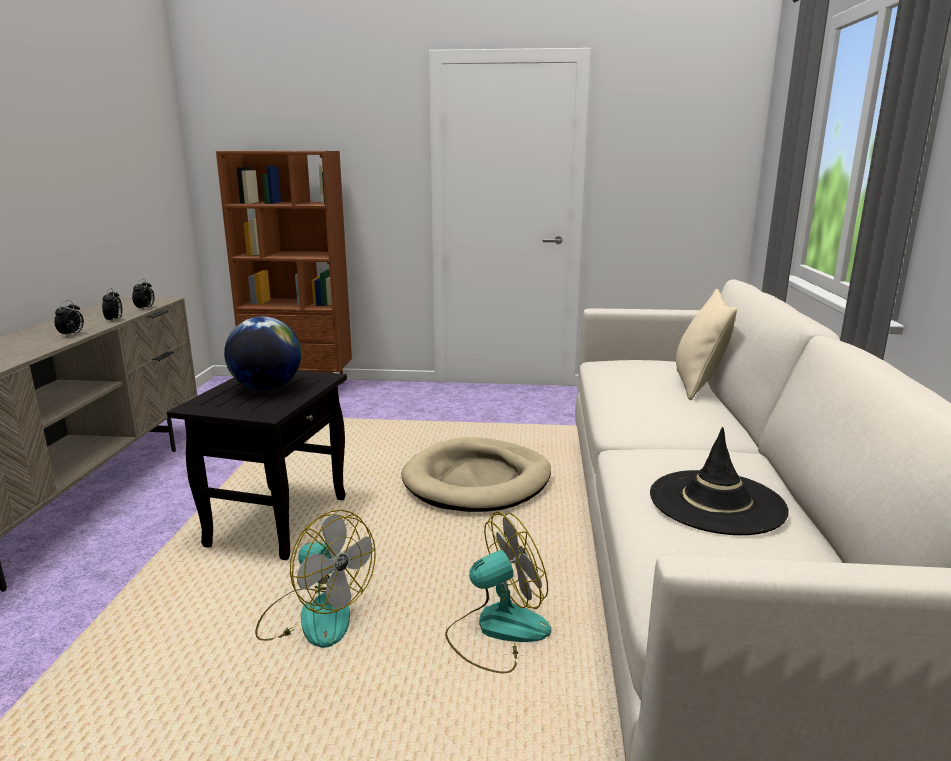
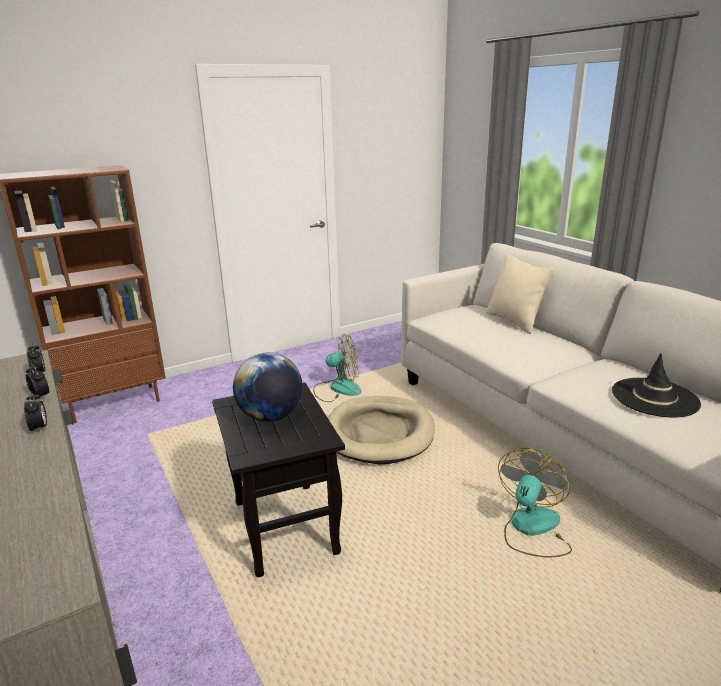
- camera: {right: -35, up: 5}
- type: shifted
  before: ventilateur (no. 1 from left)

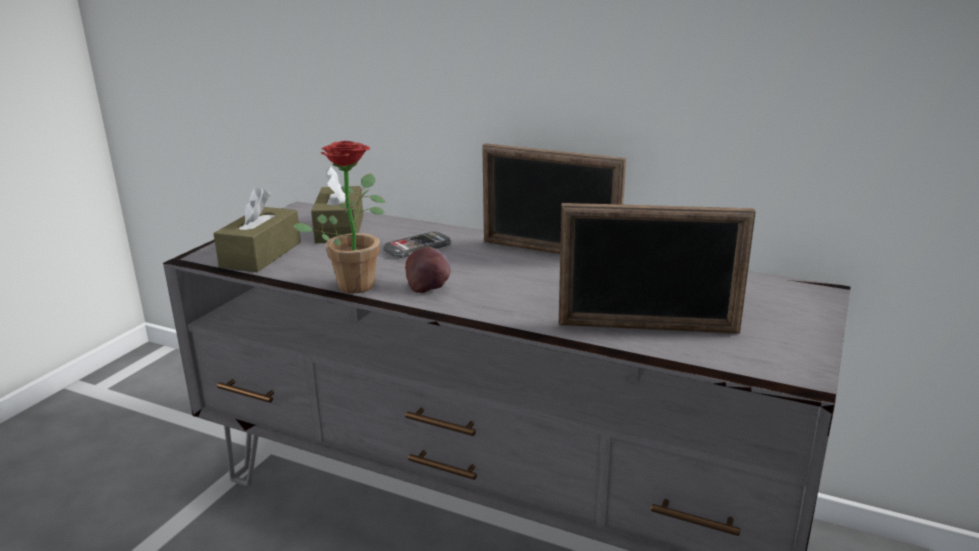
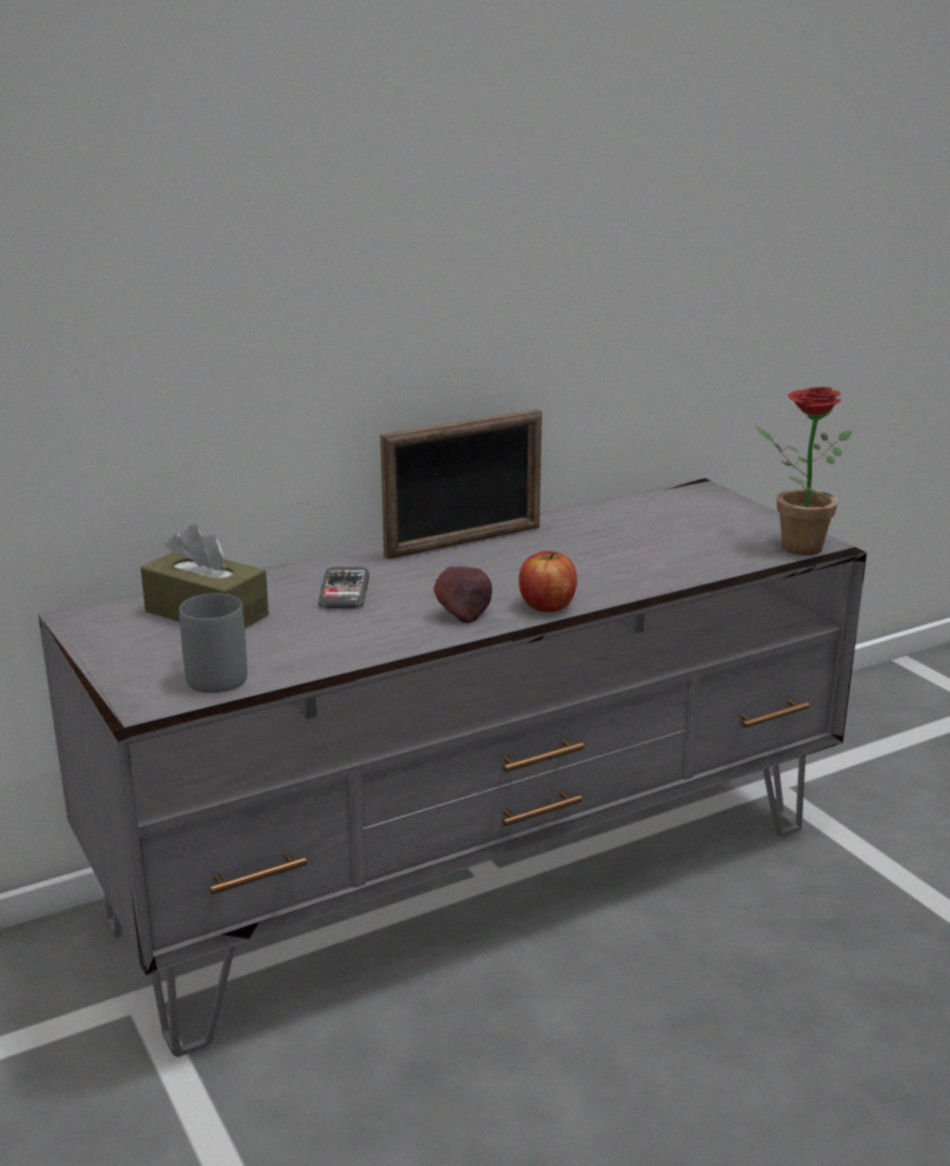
- camera: {right: -55, up: 0}
- type: gone
  before: cadre photo (no. 2 from left)
- type: new
  after: pomme (no. 2 from left)
- type: shifted
  before: plante en pot
- type: swapped
  before: boîte à mouchoirs (marron) (no. 1 from left)
  after: mug (gris)

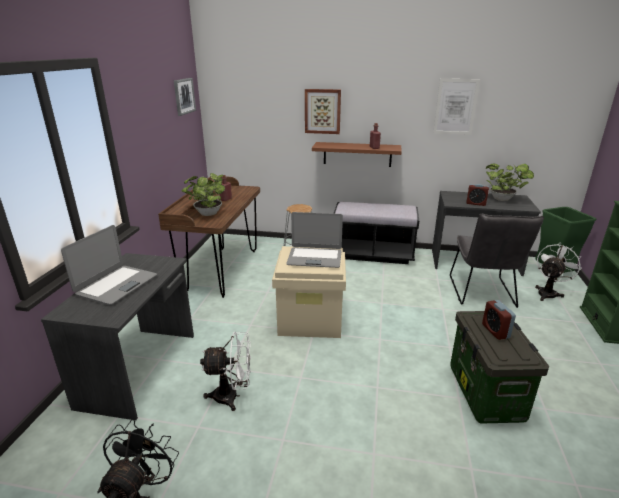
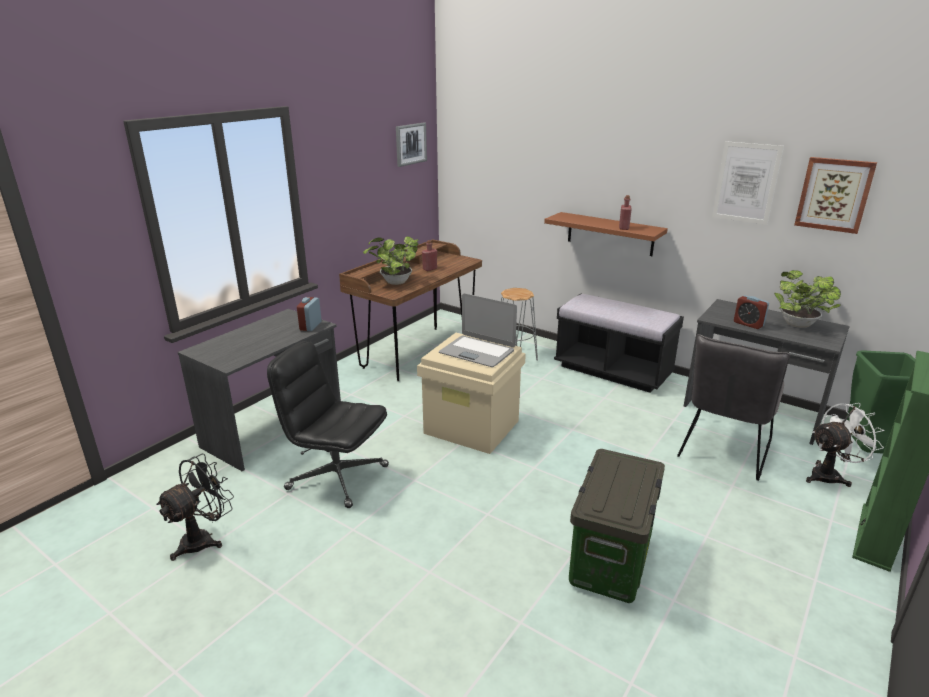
- camera: {right: 25, up: 0}
- type: gone
  before: ordinateur portable (no. 1 from left)
- type: shifted
  before: tableau (no. 2 from left in the first image)
  after: tableau (no. 3 from left)
- type: shifted
  before: réveil (no. 2 from left in the first image)
  after: réveil (no. 1 from left)
- type: swapped
  before: ventilateur (blanc) (no. 1 from left)
  after: chaise de bureau (noir)

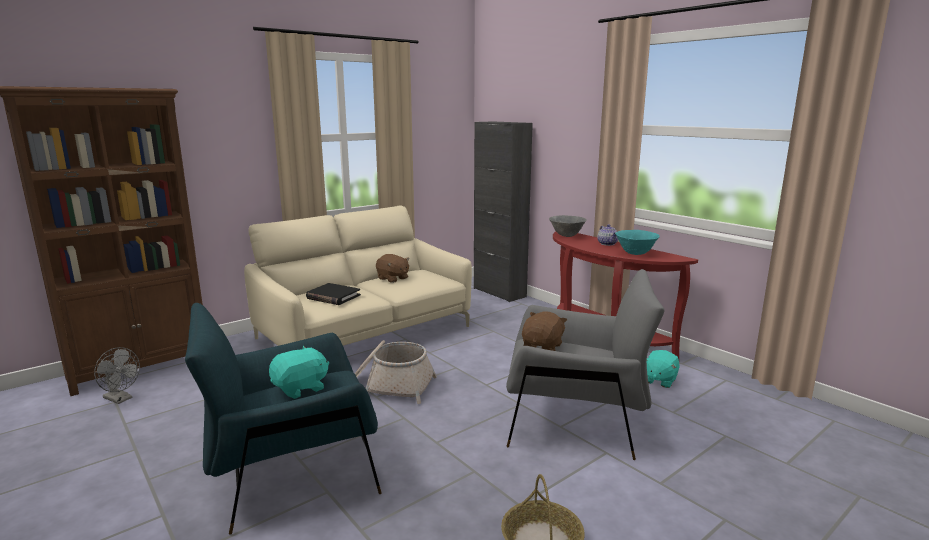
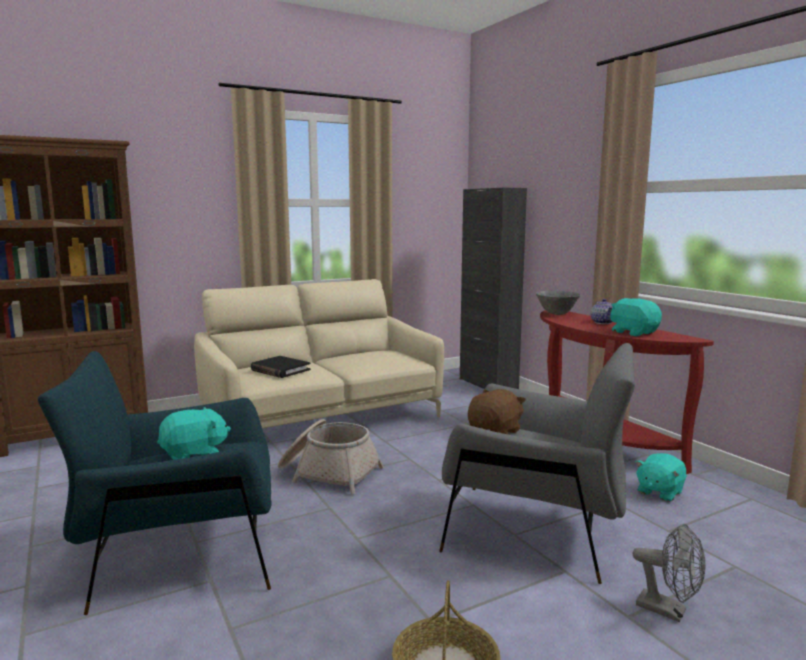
- camera: {right: 10, up: -5}
- type: gone
  before: peluche (marron) (no. 1 from left)
- type: shifted
  before: ventilateur (gris)
- type: swapped
  before: bol (turquoise)
  after: peluche (turquoise) (no. 2 from left)

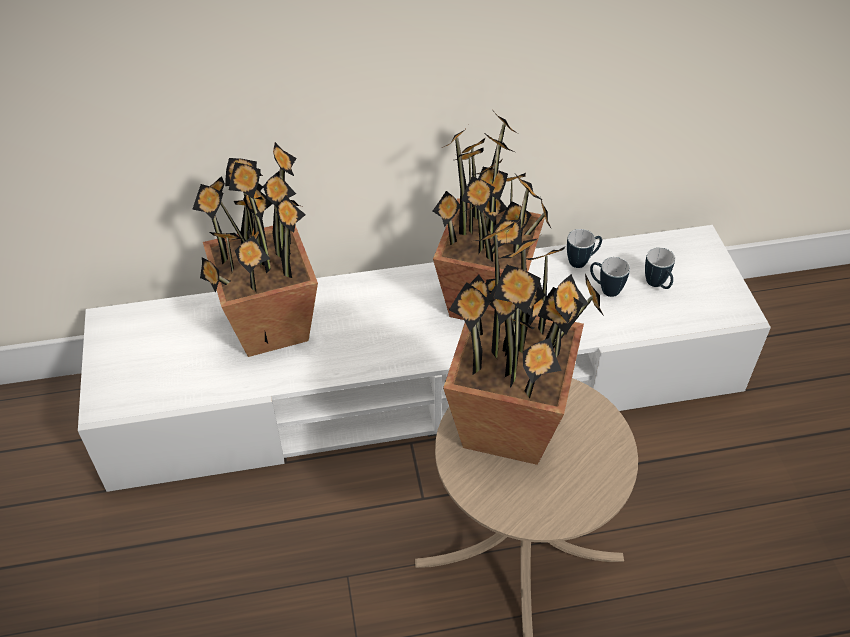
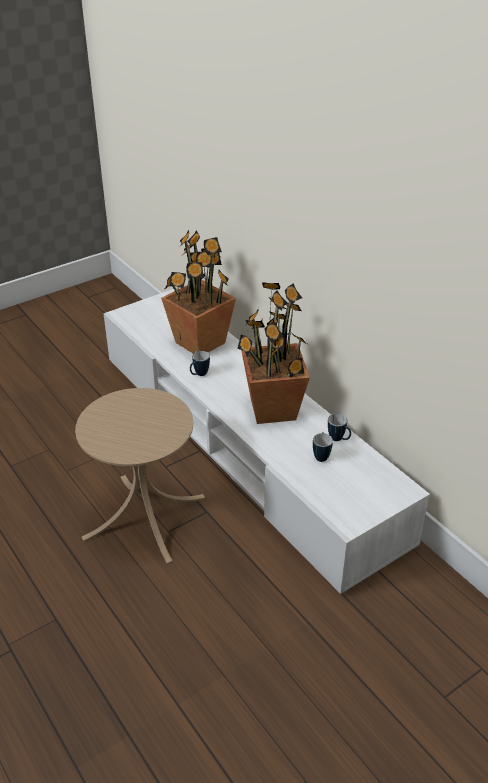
- camera: {right: 65, up: -10}
- type: gone
  before: plante en pot (no. 3 from left)
- type: shifted
  before: mug (no. 3 from left in the first image)
  after: mug (no. 1 from left)

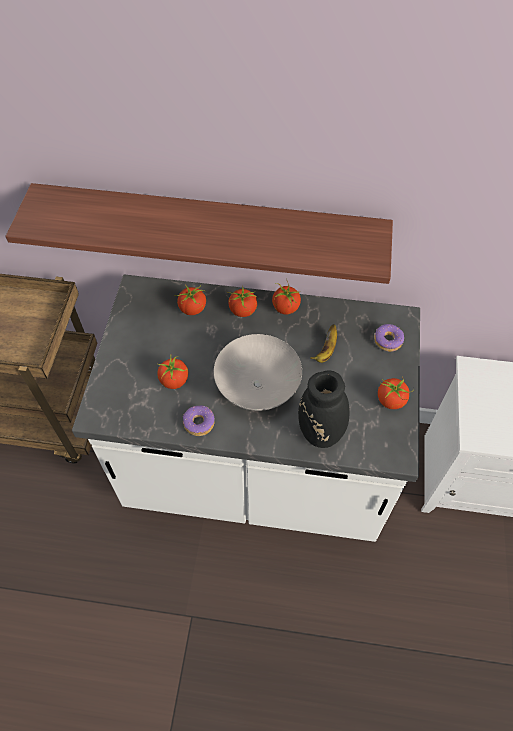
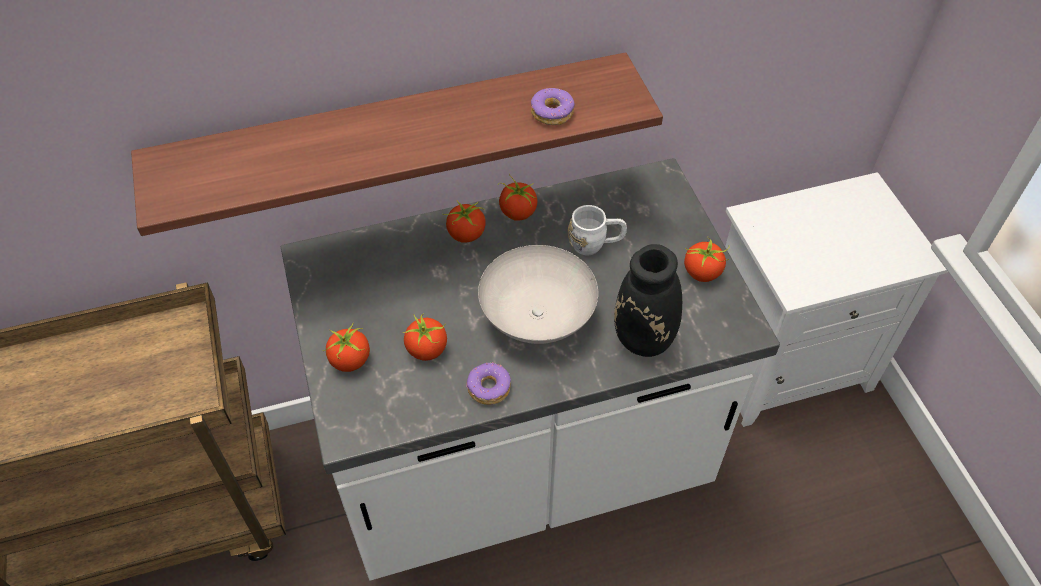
- camera: {right: -25, up: -5}
- type: shifted
  before: tomate (no. 2 from left in the first image)
  after: tomate (no. 1 from left)
- type: shifted
  before: beignet (no. 2 from left)
- type: swapped
  before: banane
  after: mug (blanc)

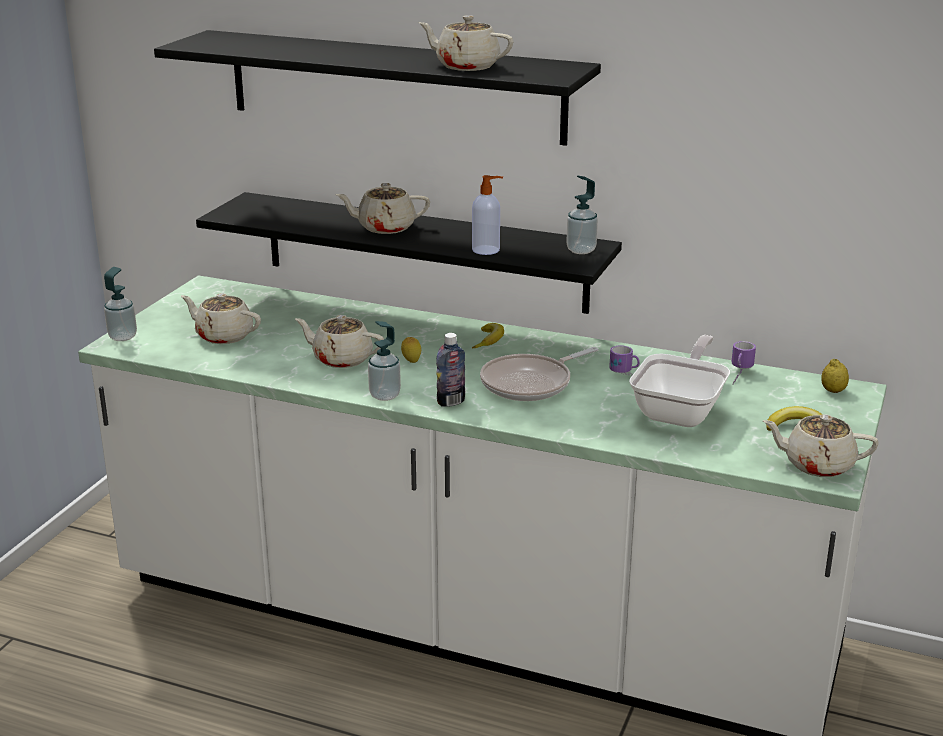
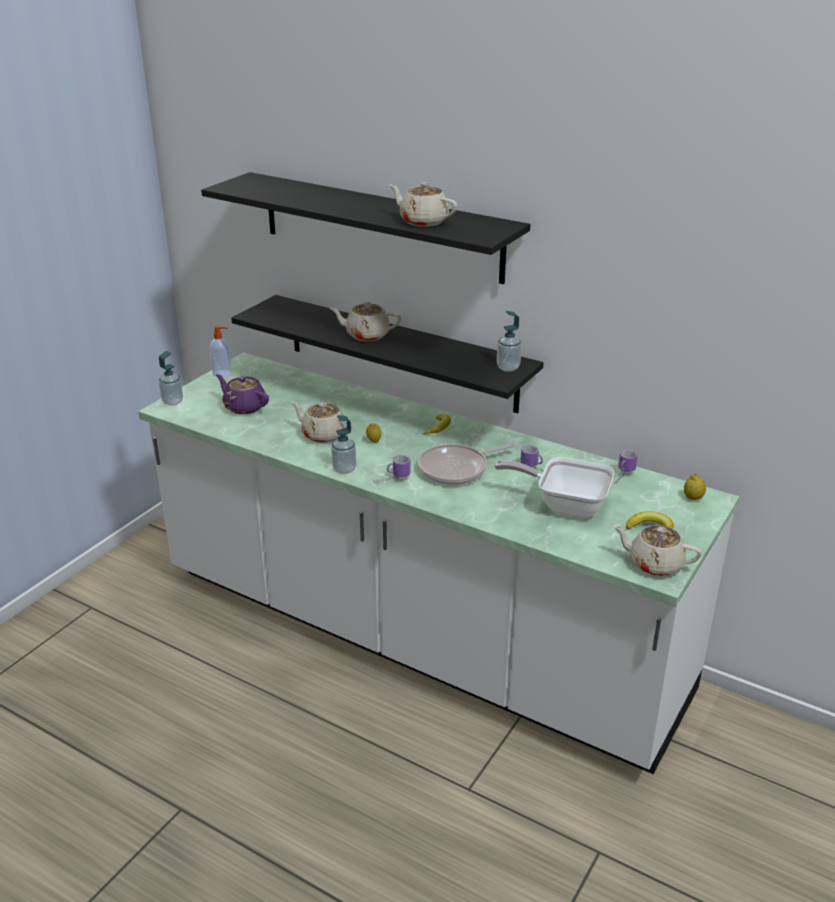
- camera: {right: 10, up: 5}
- type: shifted
  before: distributeur de savon (no. 3 from left in the first image)
  after: distributeur de savon (no. 2 from left)
- type: swapped
  before: bouteille
  after: mug (no. 1 from left)
- type: repainted
  before: théière (beige) (no. 1 from left)
  after: théière (violet)
- type: rotated
  before: poêle (no. 2 from left)
  turn: -105

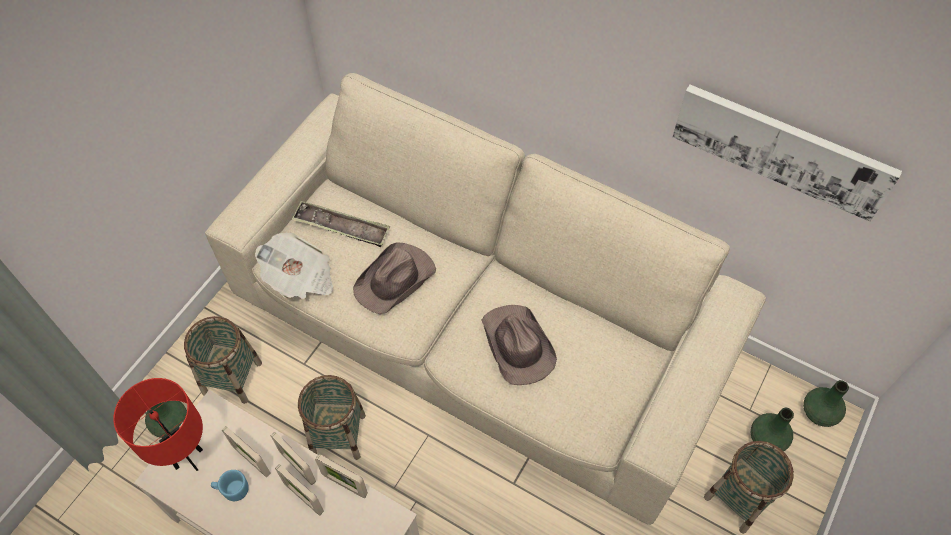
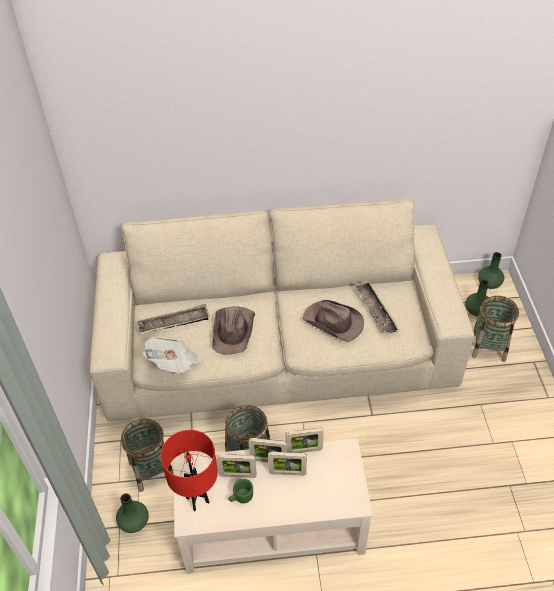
- camera: {right: -35, up: -10}
- type: gone
  before: tableau
- type: new
  after: plateau (no. 2 from left)
- type: repainted
  before: mug (bleu)
  after: mug (vert)

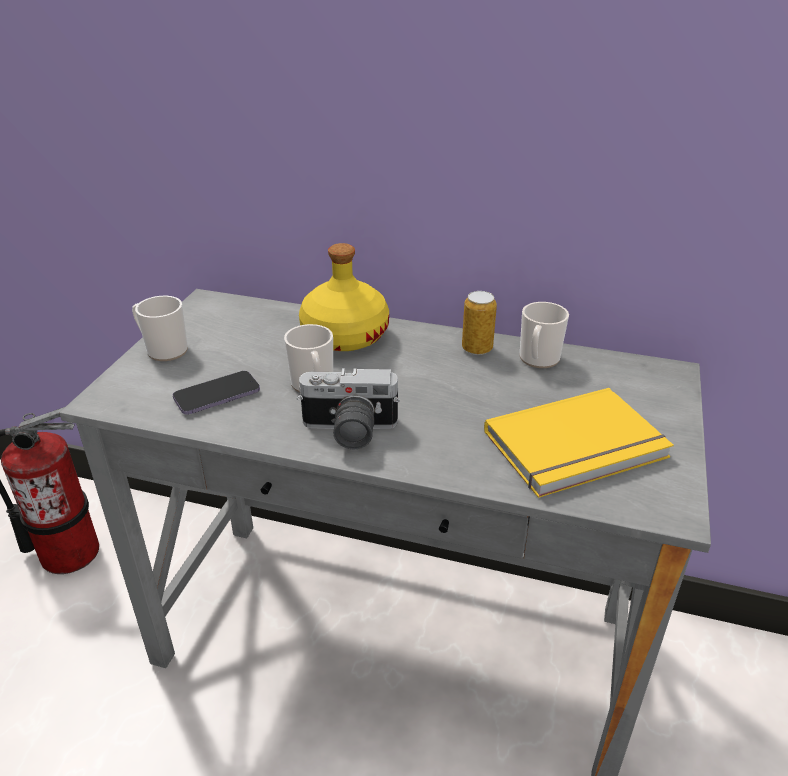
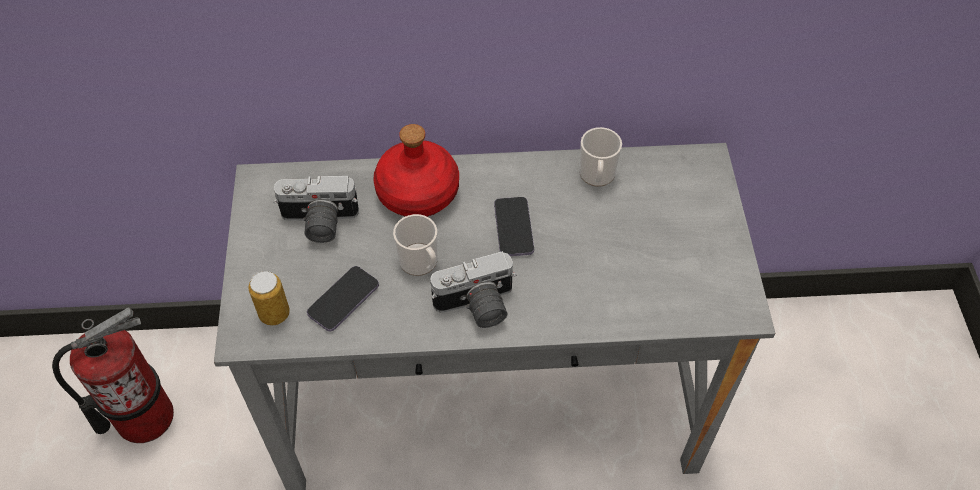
- camera: {right: -20, up: 20}
- type: gone
  before: mug (no. 1 from left)
- type: gone
  before: livre (jaune)
- type: new
  after: appareil photo (no. 1 from left)
- type: new
  after: téléphone (no. 2 from left)
- type: shifted
  before: boîte métallique
- type: repainted
  before: bouteille (jaune)
  after: bouteille (rouge)

